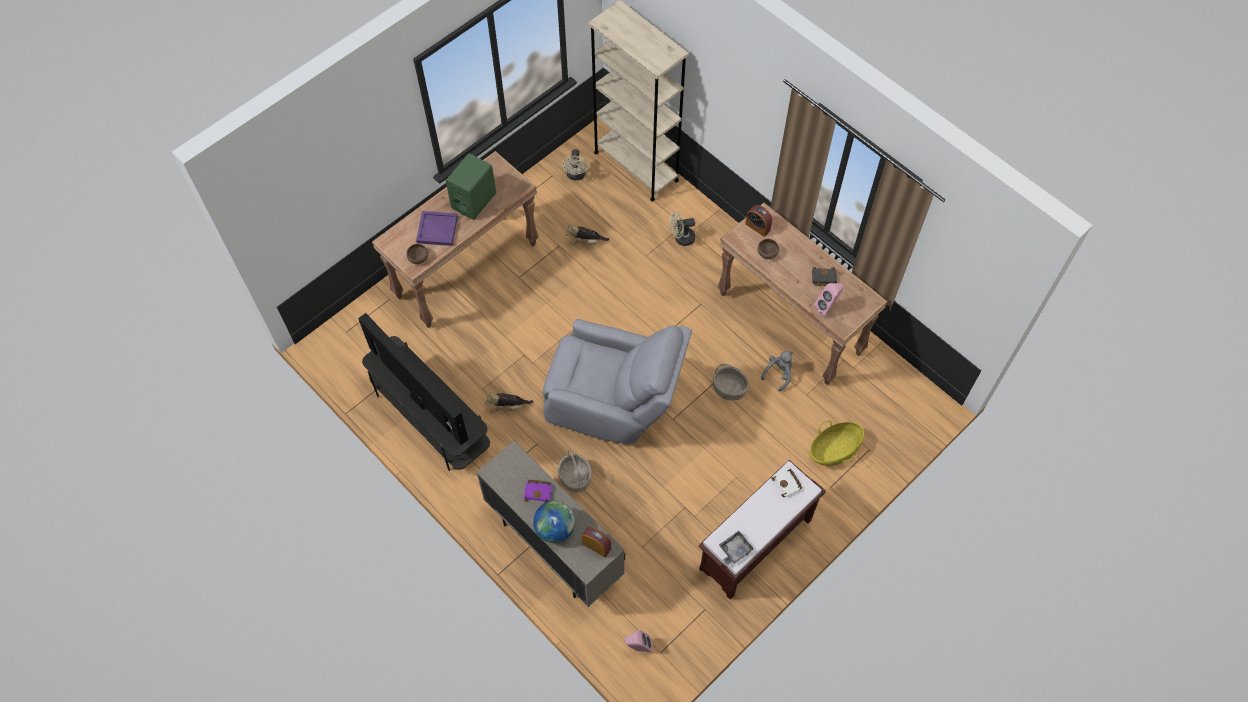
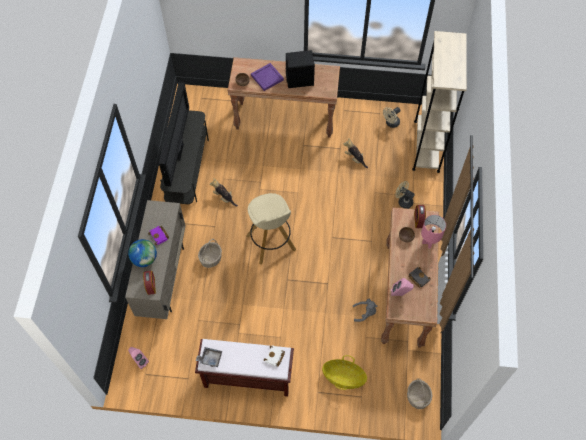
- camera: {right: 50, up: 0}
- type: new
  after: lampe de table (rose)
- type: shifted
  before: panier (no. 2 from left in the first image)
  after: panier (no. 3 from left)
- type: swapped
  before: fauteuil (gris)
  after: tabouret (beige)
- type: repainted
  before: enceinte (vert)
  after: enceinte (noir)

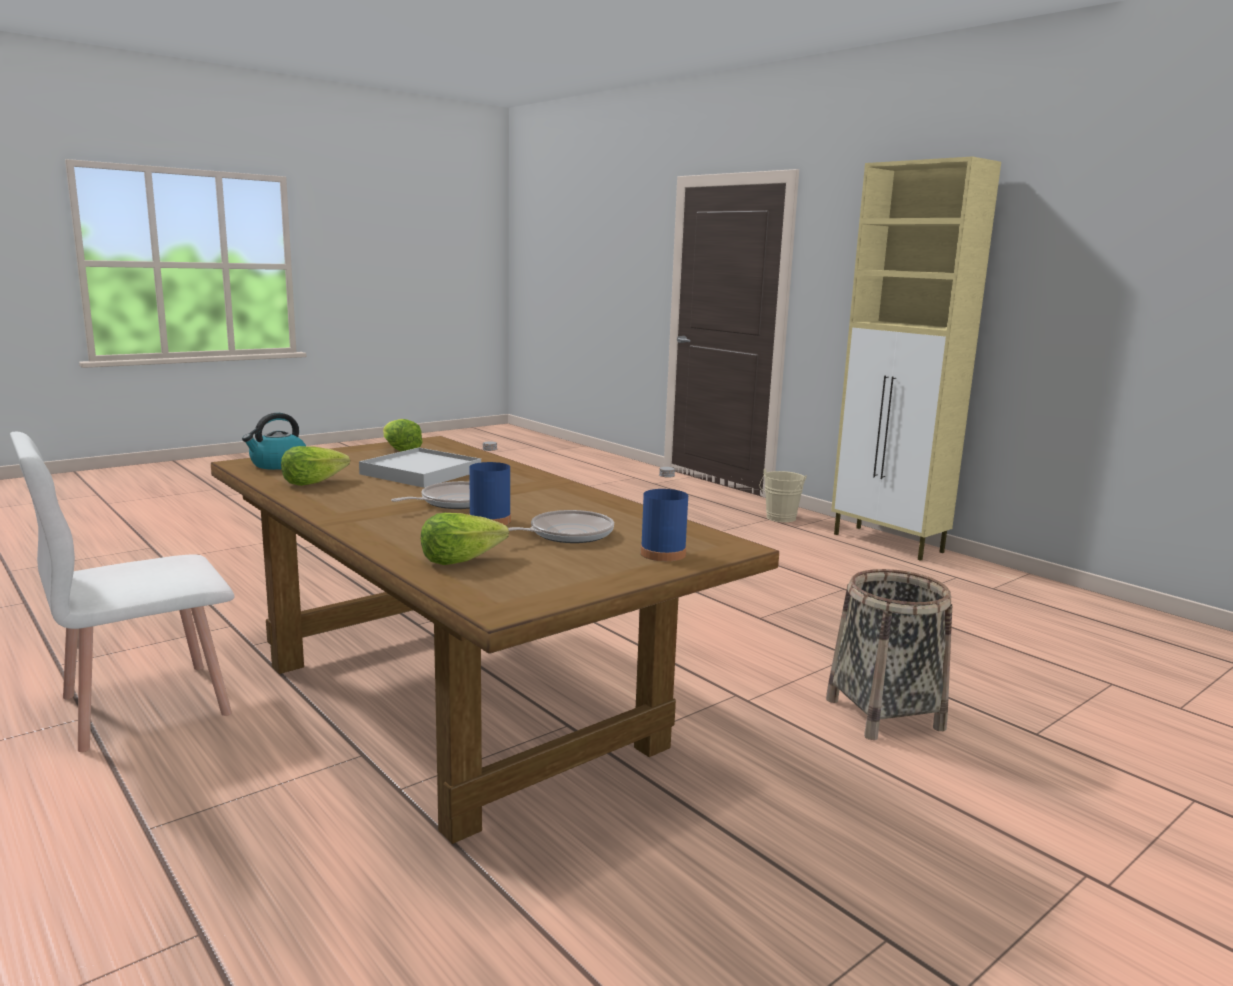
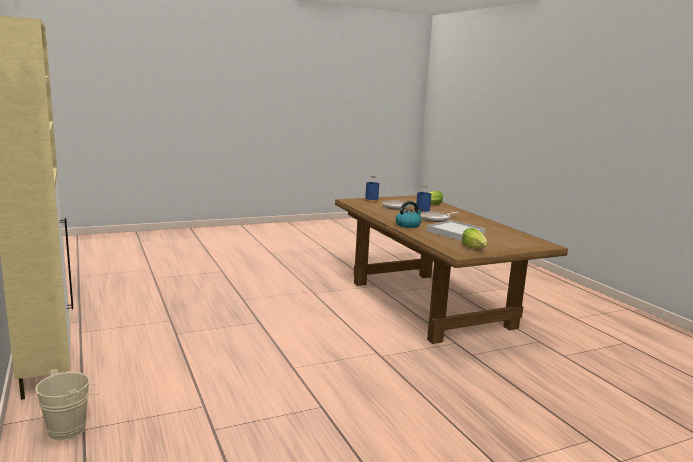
- camera: {right: -165, up: 0}
- type: gone
  before: chaise (blanc)
- type: gone
  before: laitue (no. 1 from left)
- type: gone
  before: panier
- type: shifted
  before: bouilloire

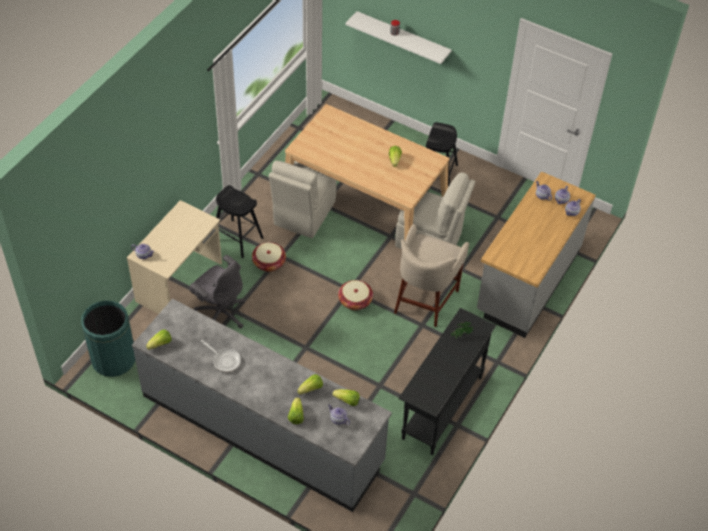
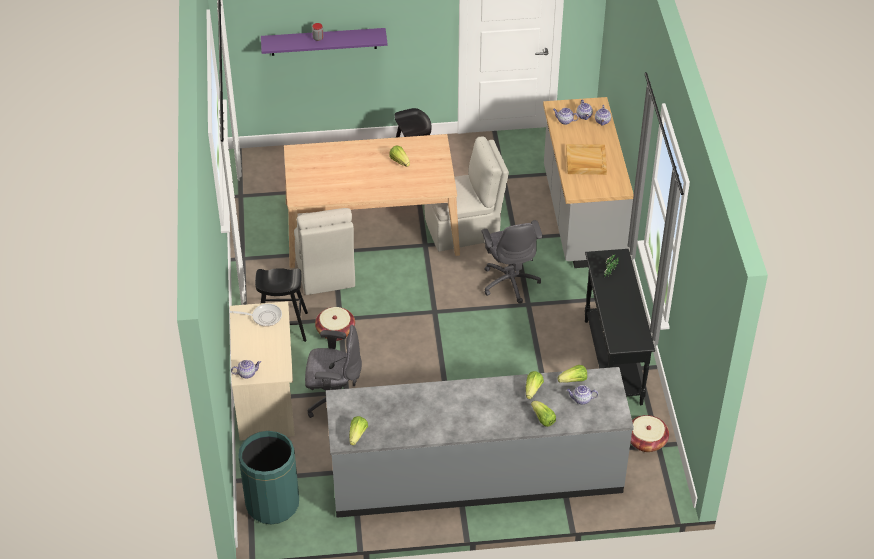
- camera: {right: -35, up: -5}
- type: new
  after: plateau (beige)
- type: shifted
  before: poêle
- type: shifted
  before: panier (no. 2 from left)
- type: swapped
  before: tabouret (beige)
  after: chaise de bureau (gris) (no. 2 from left)
- type: repainted
  before: étagère (blanc)
  after: étagère (violet)

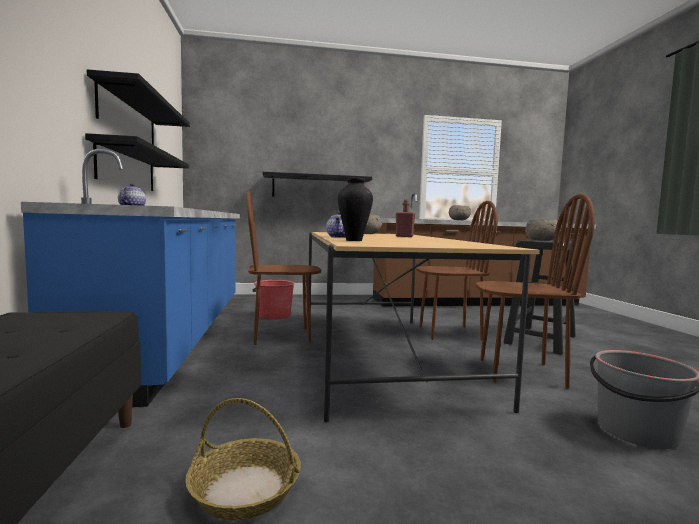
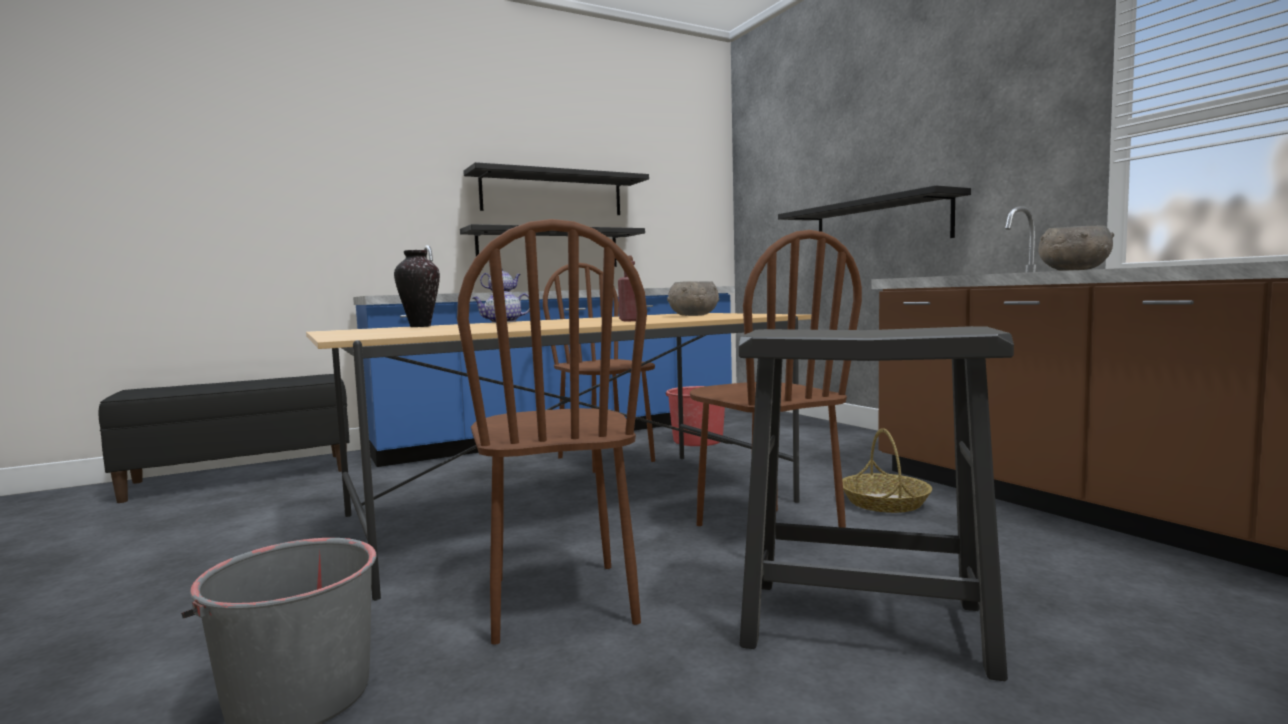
- camera: {right: 70, up: 0}
- type: gone
  before: bol (gris) (no. 3 from left)
- type: shifted
  before: panier

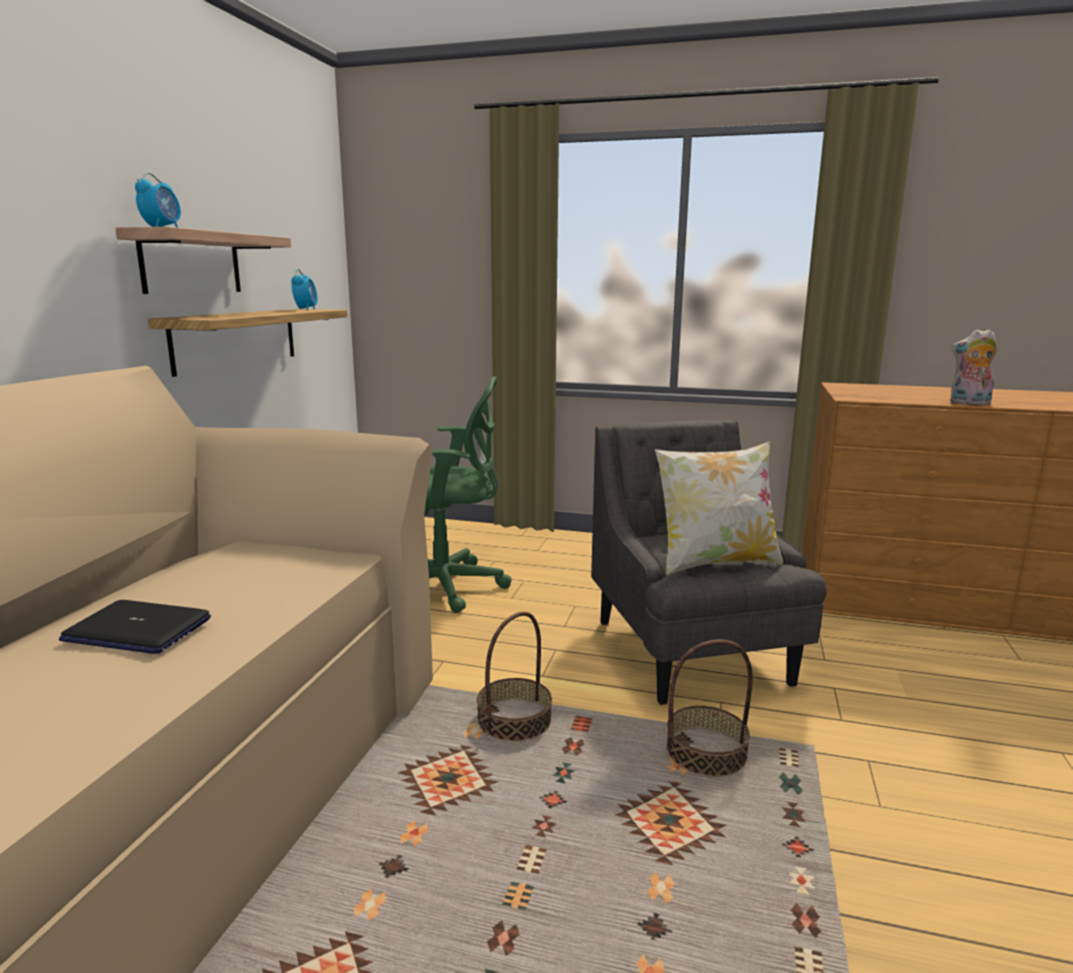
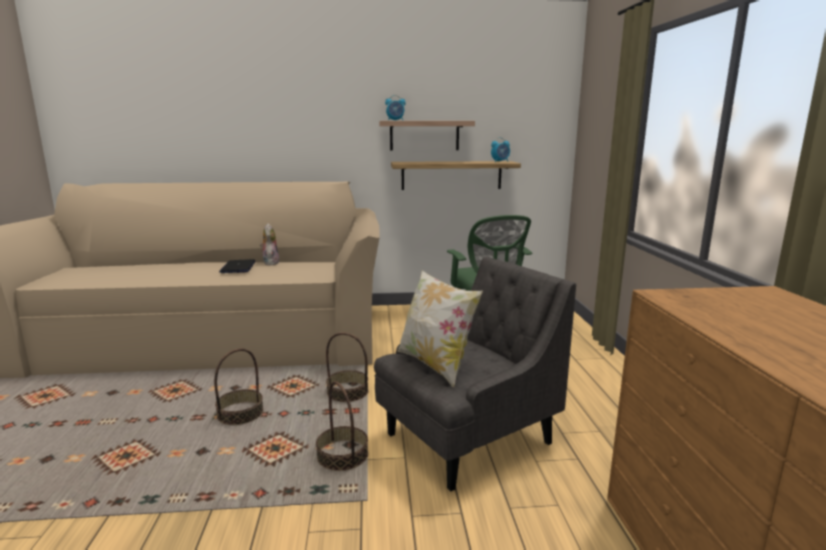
- camera: {right: 70, up: 0}
- type: new
  after: panier (no. 1 from left)
- type: shifted
  before: peluche

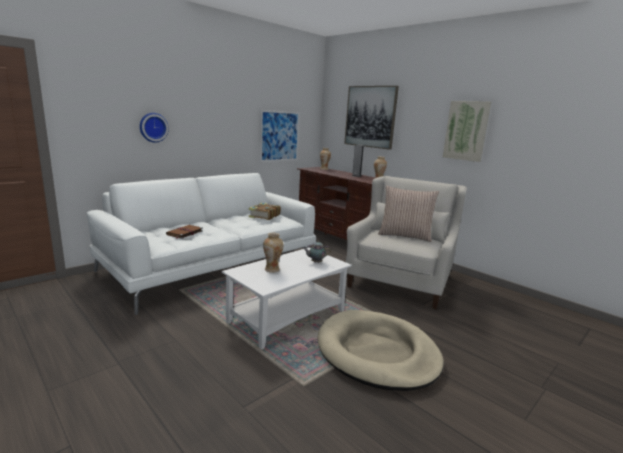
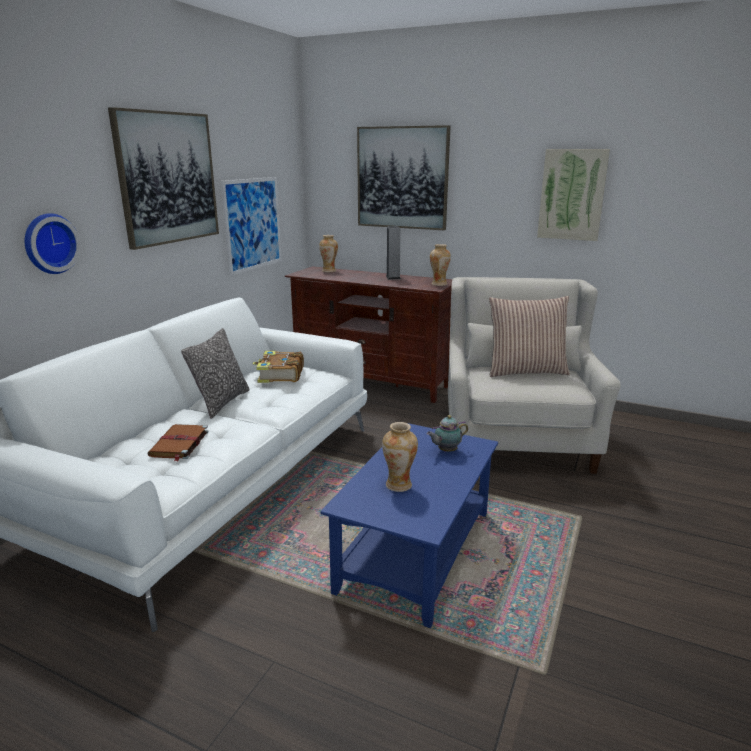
- camera: {right: -20, up: 5}
- type: gone
  before: panier pour chien (beige)
- type: new
  after: tableau (no. 1 from left)
- type: new
  after: coussin (no. 1 from left)
- type: repainted
  before: table basse (blanc)
  after: table basse (bleu)

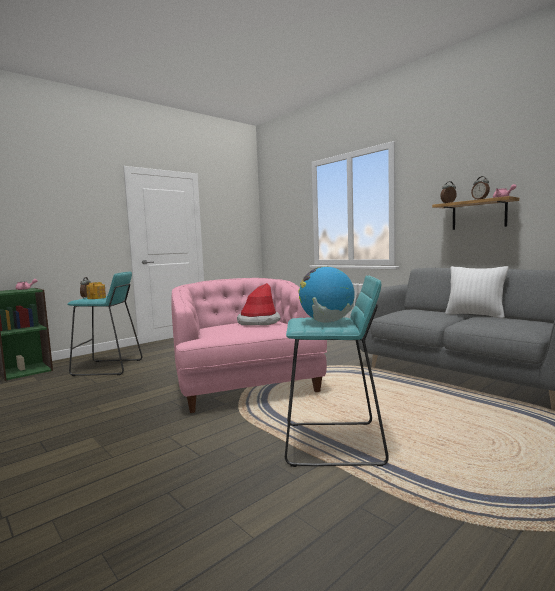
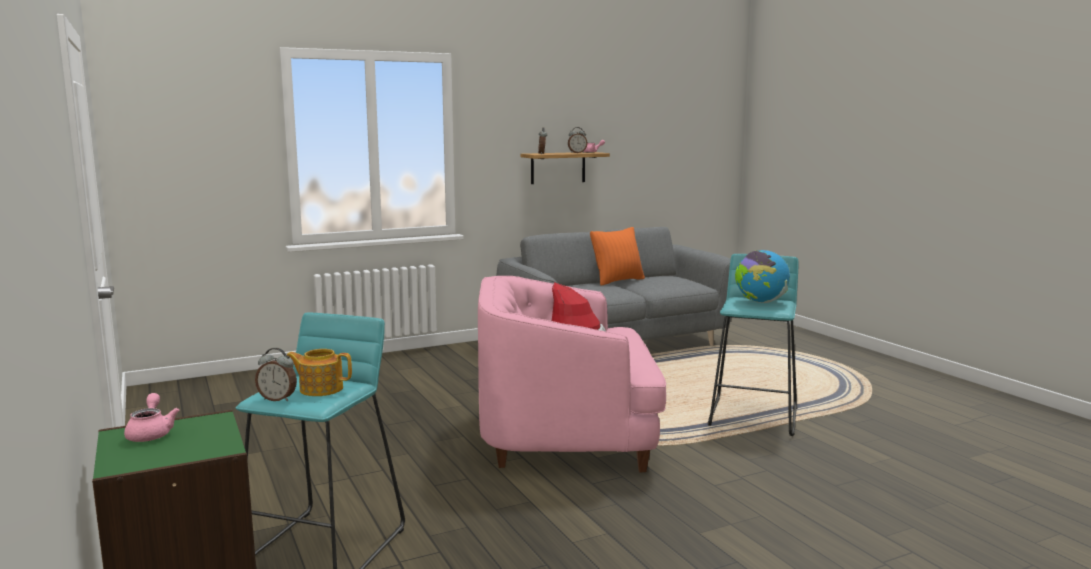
- camera: {right: -75, up: 5}
- type: repainted
  before: coussin (blanc)
  after: coussin (orange)

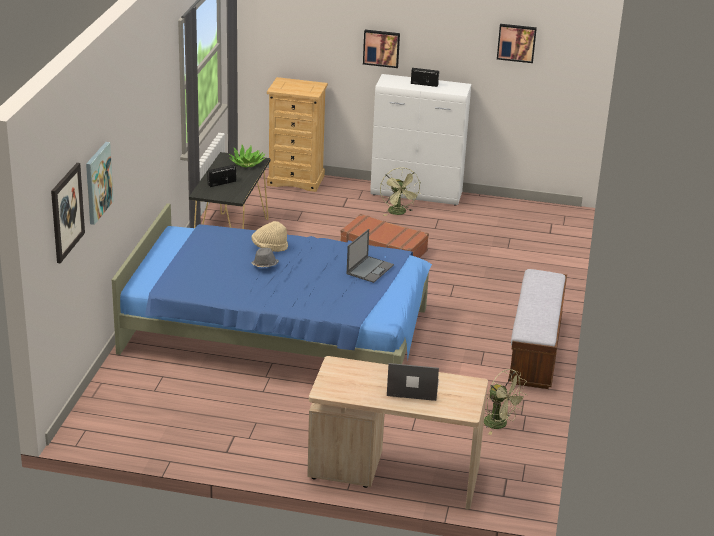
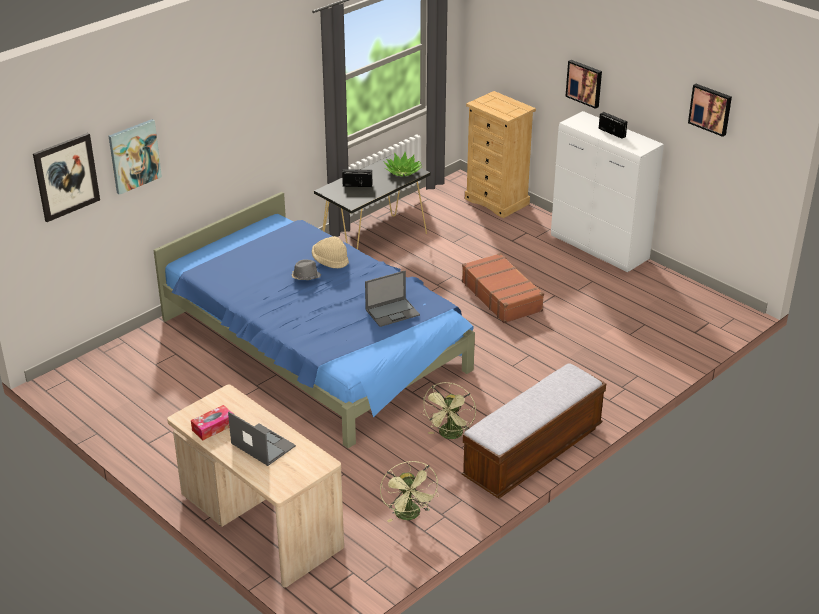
- camera: {right: 35, up: 5}
- type: new
  after: boîte à mouchoirs
- type: shifted
  before: ventilateur (vert) (no. 1 from left in the first image)
  after: ventilateur (vert) (no. 2 from left)

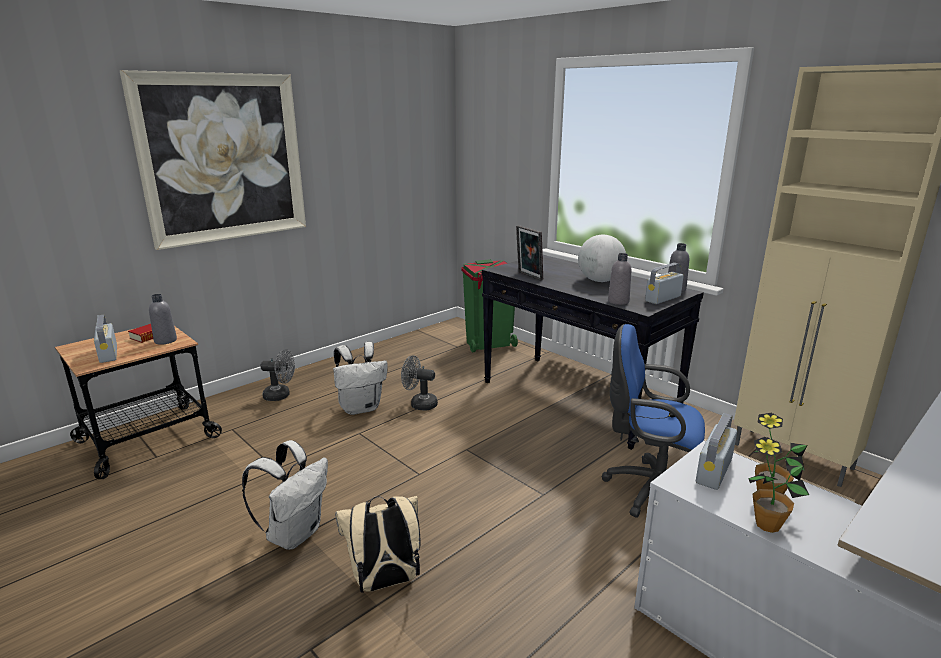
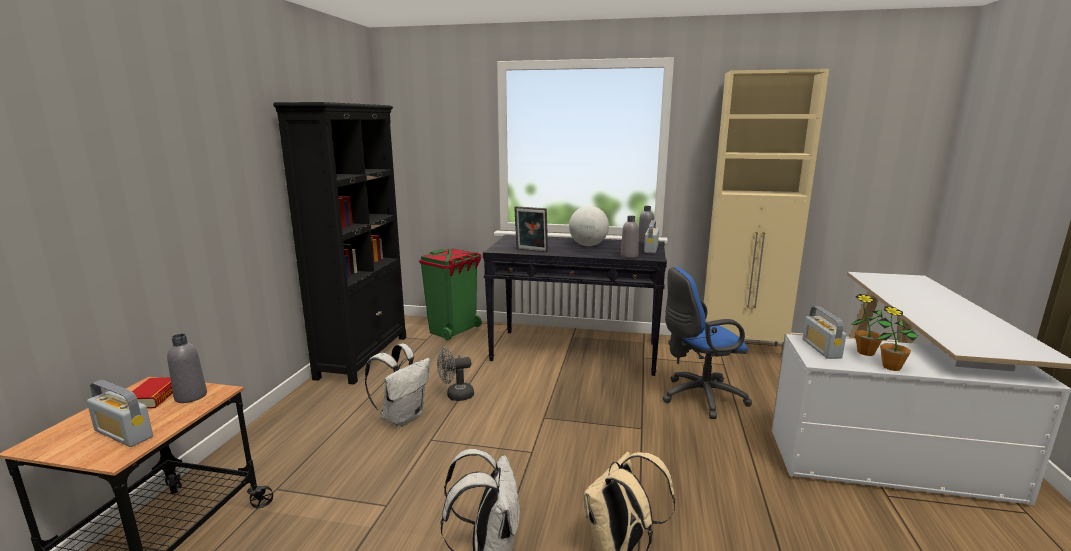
- camera: {right: -35, up: -5}
- type: gone
  before: tableau
- type: gone
  before: ventilateur (gris) (no. 1 from left)
- type: new
  after: bibliothèque (noir)

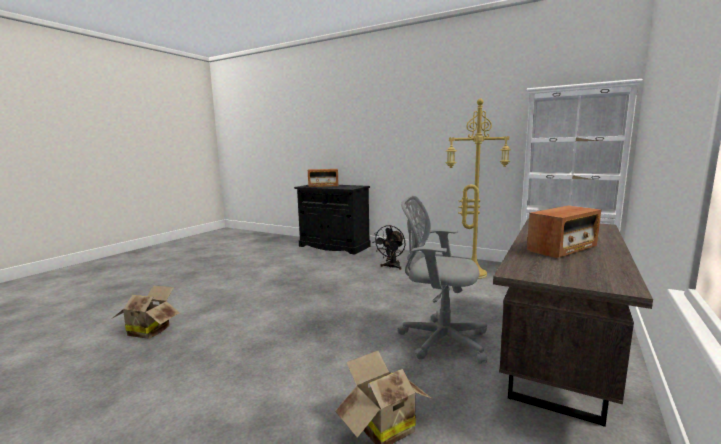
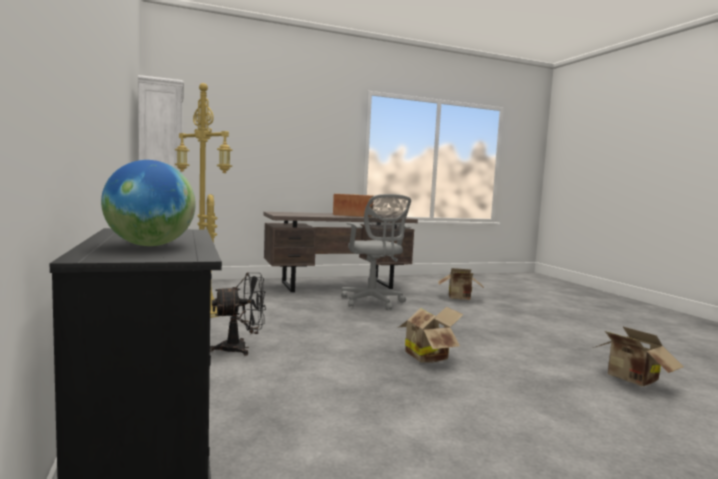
- camera: {right: -140, up: -5}
- type: new
  after: carton (no. 1 from left)
- type: swapped
  before: radio (no. 1 from left)
  after: globe

